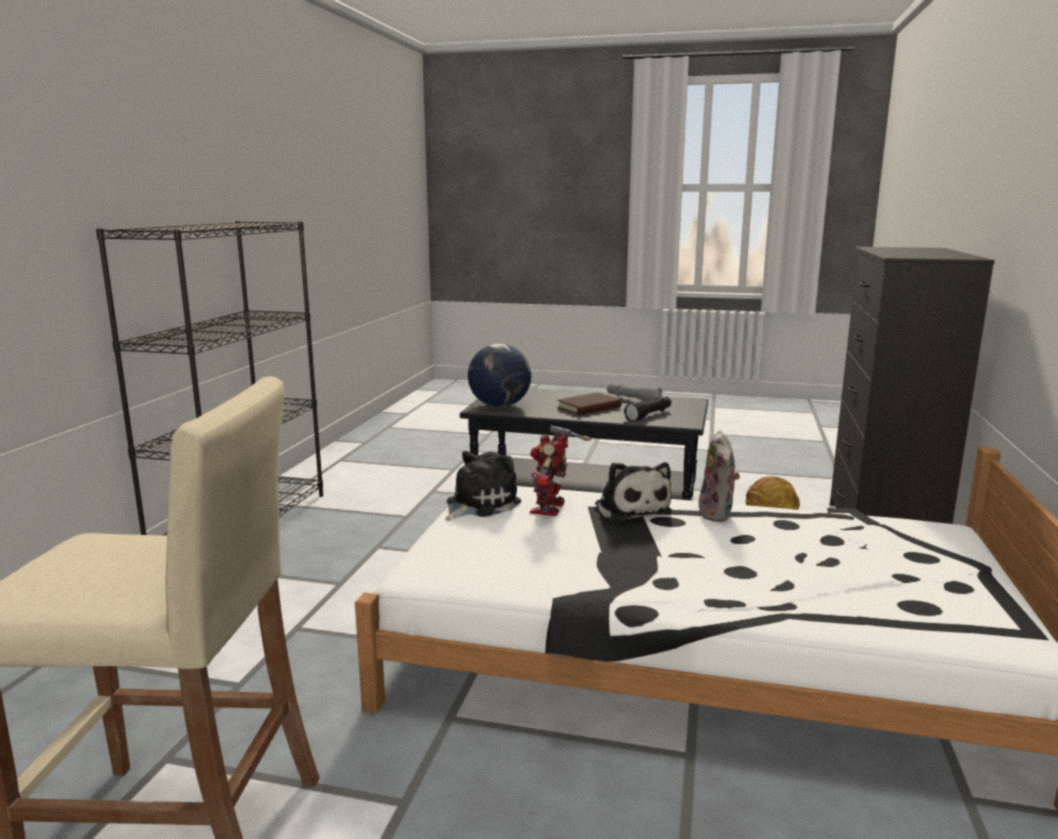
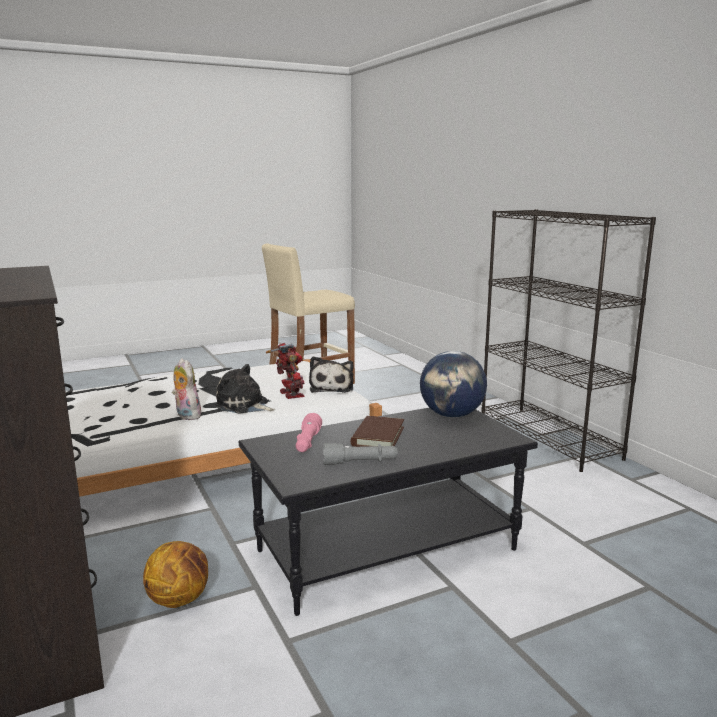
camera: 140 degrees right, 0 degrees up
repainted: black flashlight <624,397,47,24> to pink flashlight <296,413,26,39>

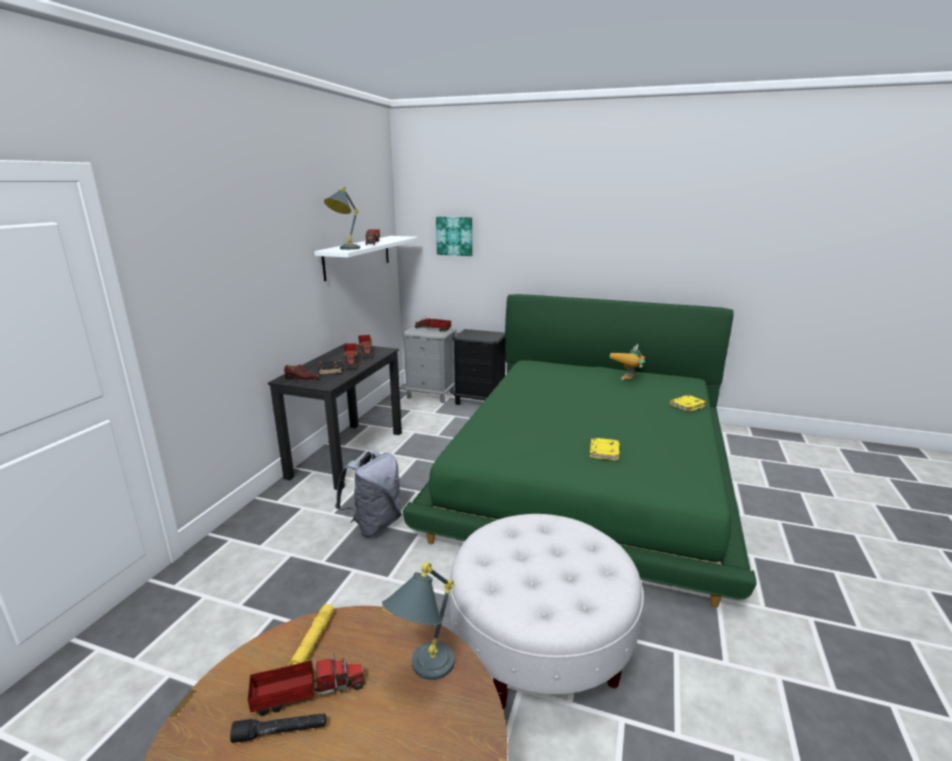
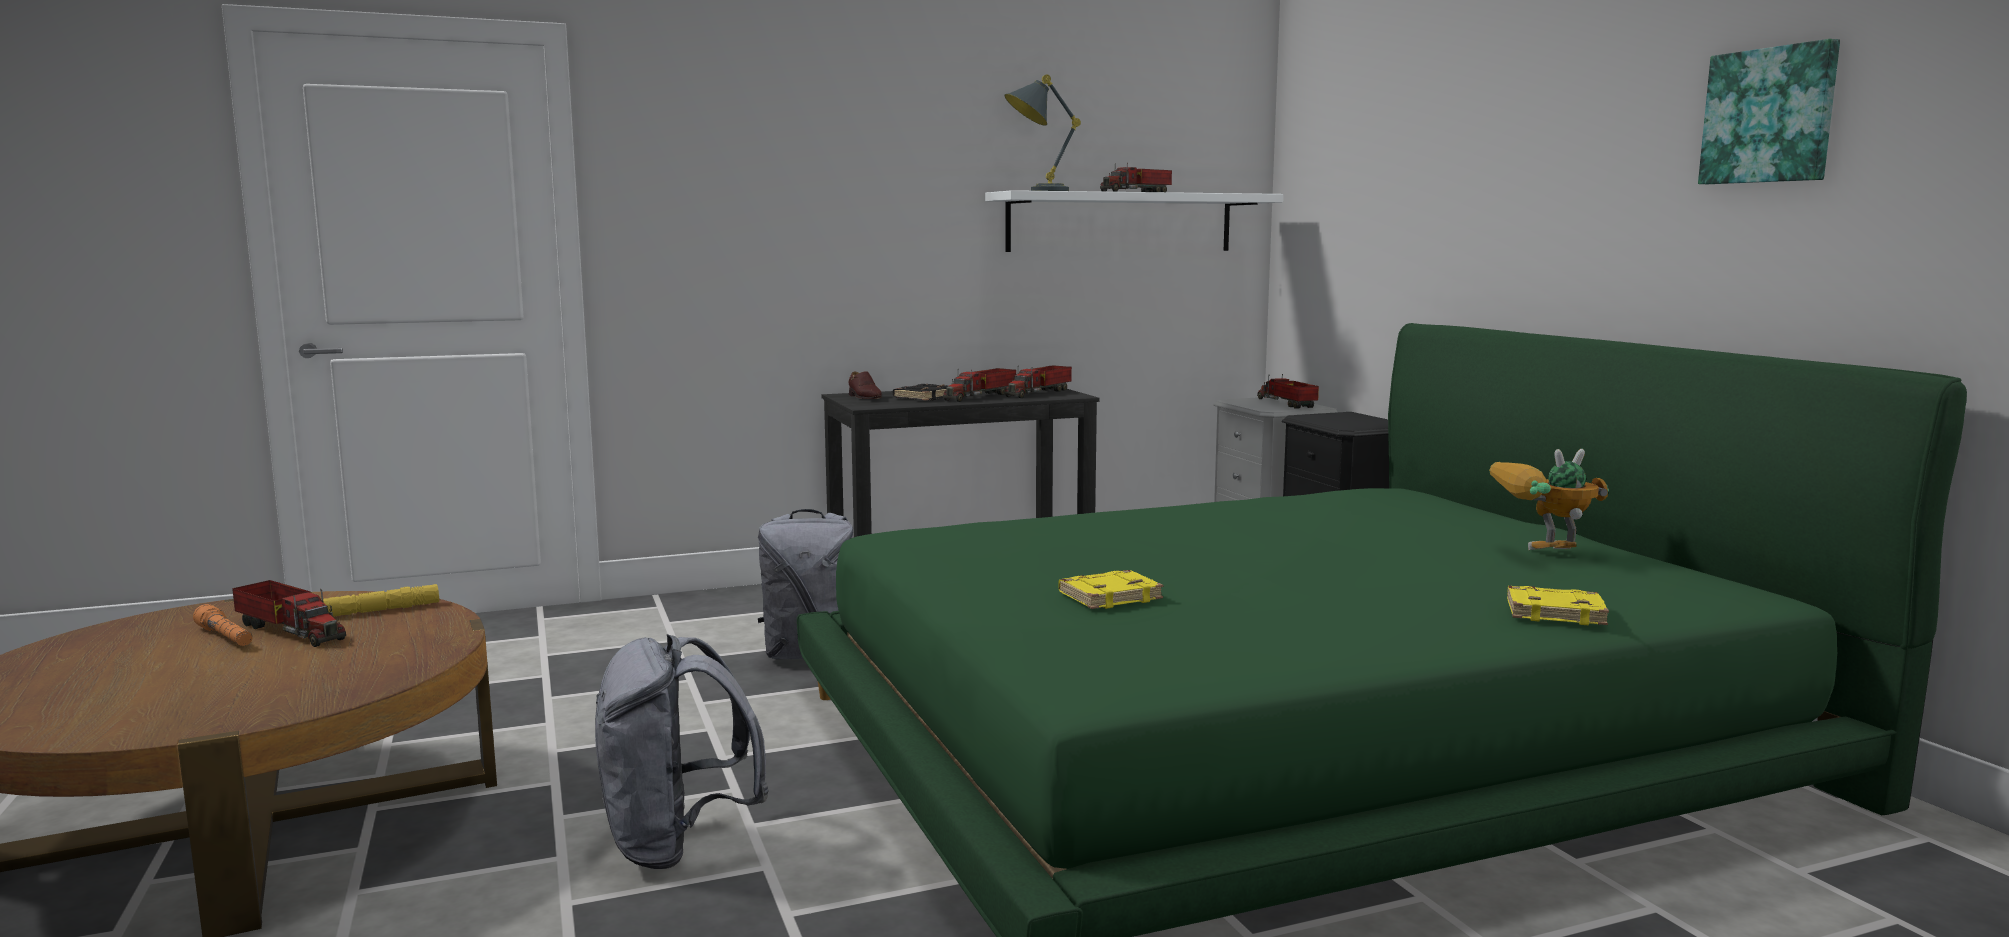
camera: 50 degrees right, 10 degrees down
gone: grey table lamp <382,562,73,118>
shifted: picture <436,216,36,40> to <1698,39,142,145>
swapped: white ottoman <449,514,195,195> to grey backpack <595,634,174,235>
repainted: black flashlight <230,713,96,30> to orange flashlight <193,604,60,42>

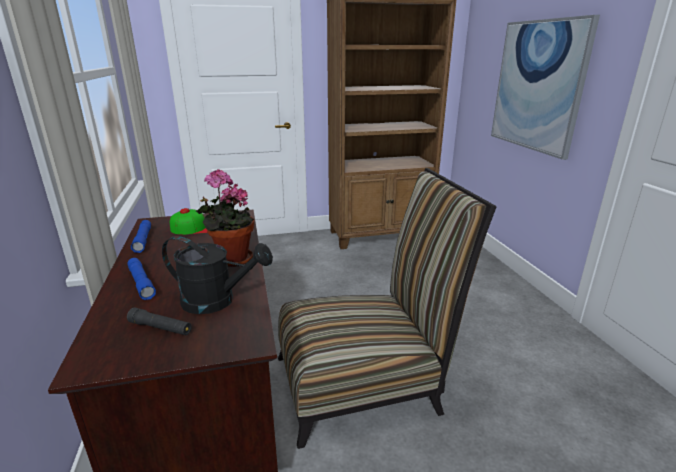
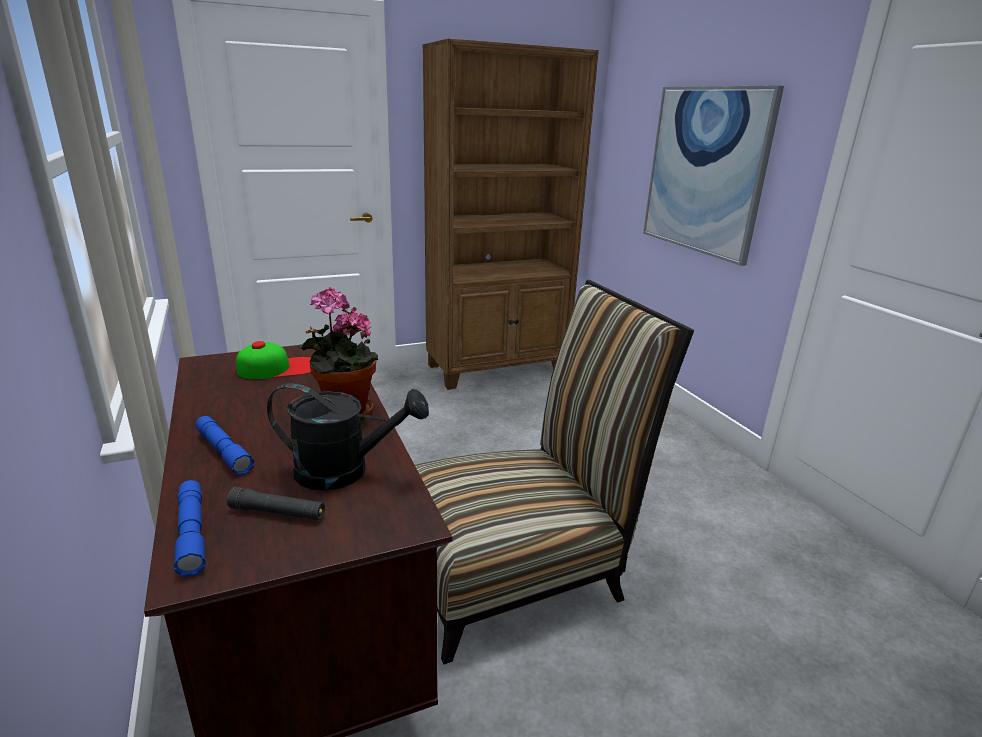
camera: 10 degrees left, 0 degrees up
shifted: blue flashlight <131,220,20,33> to <174,480,32,97>

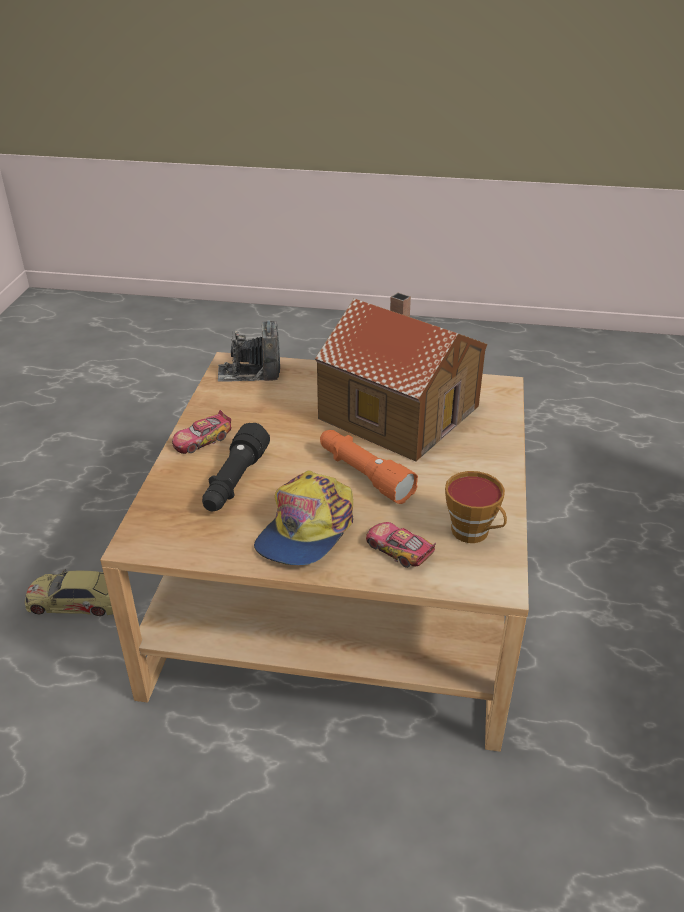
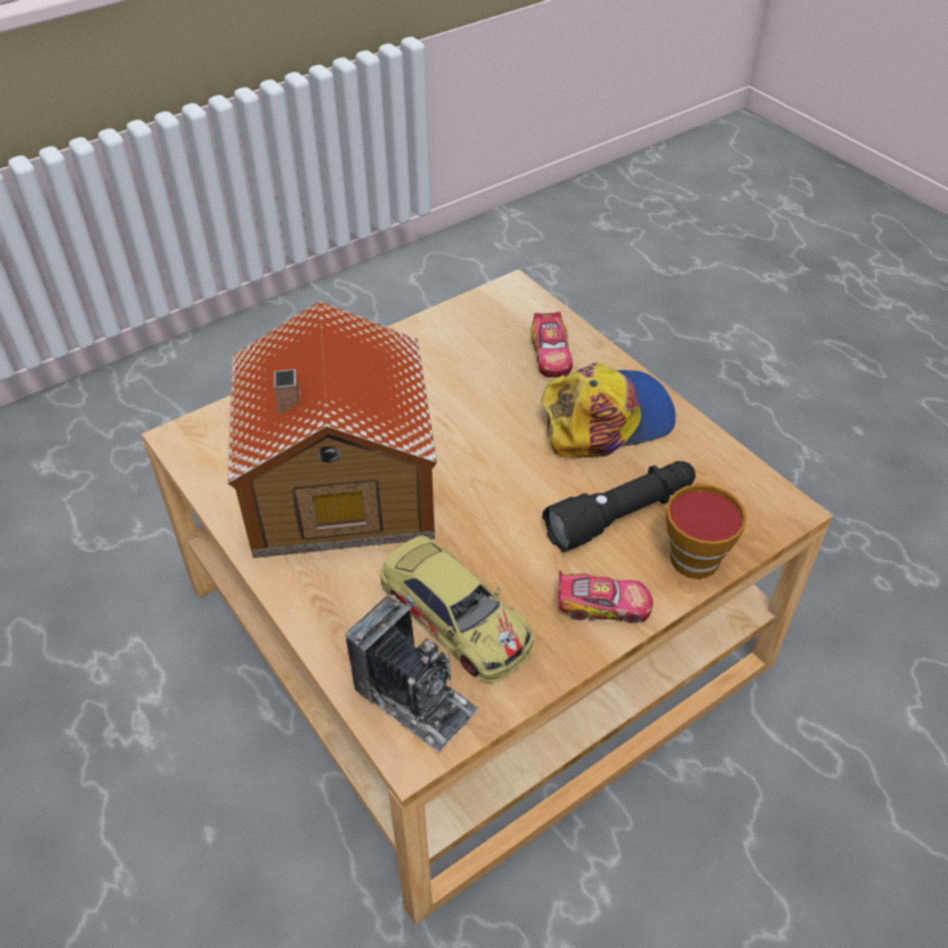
camera: 135 degrees left, 10 degrees up
gone: orange flashlight <320,430,98,74>
shifted: toy car <25,569,88,47> to <380,535,154,147>; cup <445,471,62,72> to <666,483,81,96>

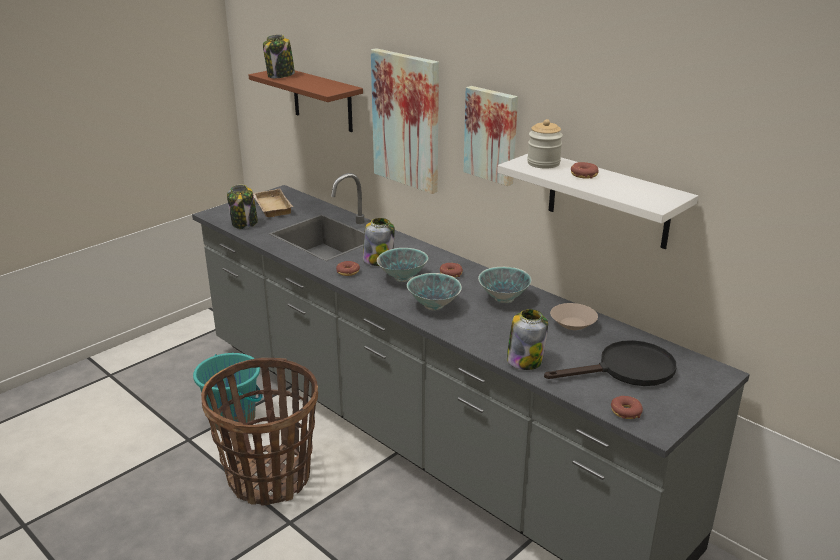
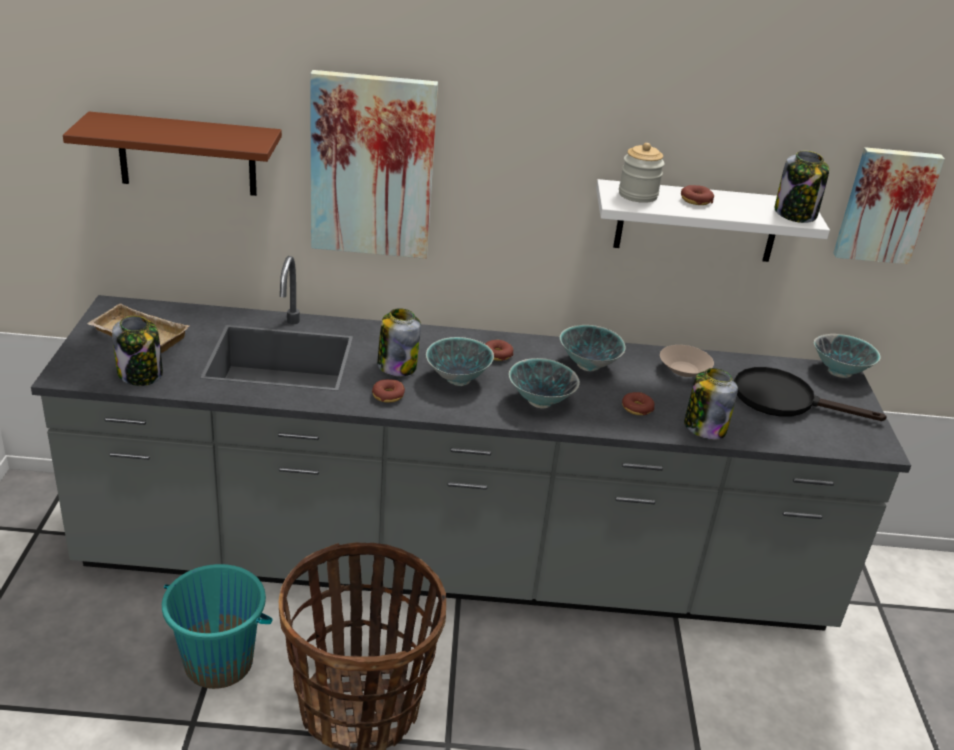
camera: 45 degrees left, 5 degrees up
new: bowl <814,334,67,44>
shifted: jar <263,34,32,44> to <775,151,54,72>; picture <464,86,54,100> to <833,147,112,117>; donut <611,396,32,23> to <622,392,33,23>
rotated: black frying pan <544,340,133,46> = <734,367,153,54> 105 degrees counterclockwise

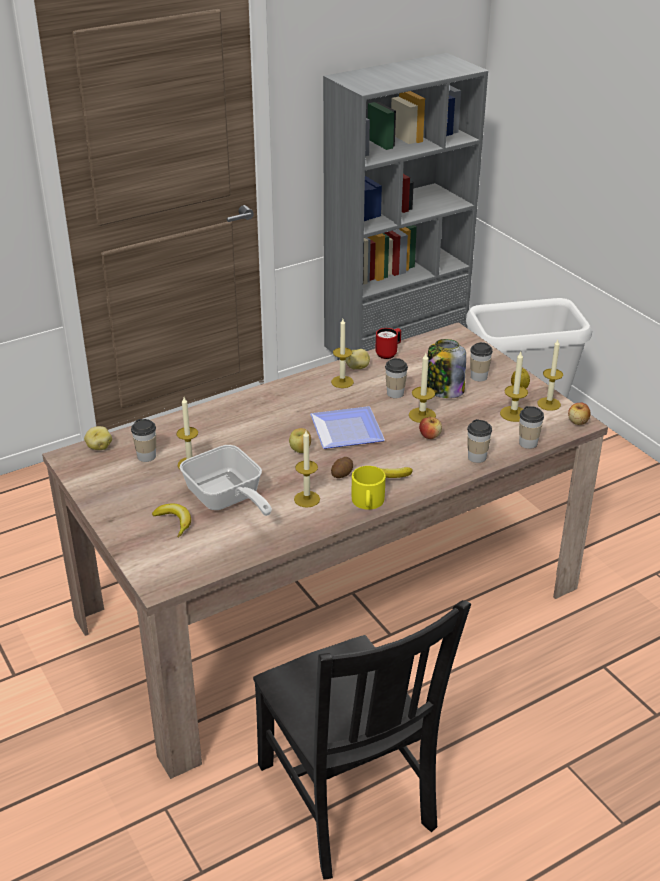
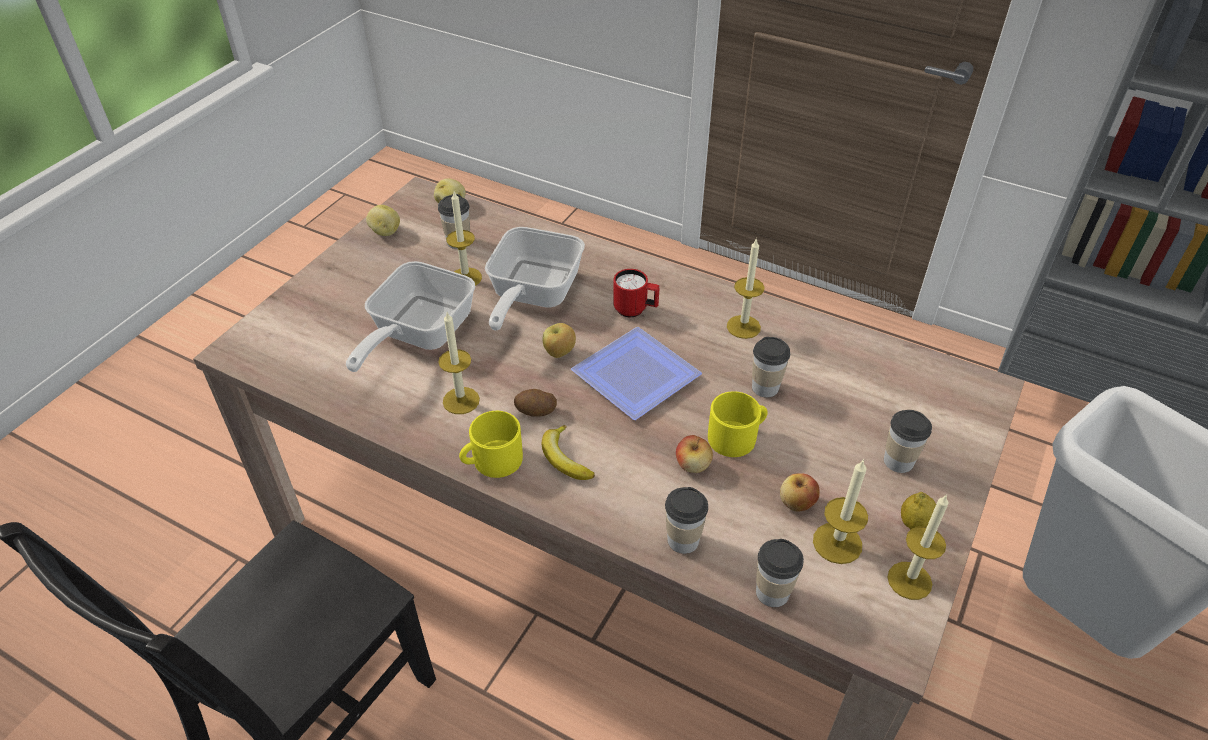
camera: 60 degrees right, 10 degrees up
gone: banana <152,504,39,33>; jar <427,339,39,59>
new: frying pan <485,227,100,103>
shifted: potato <345,349,25,21> to <366,205,34,31>; red mug <375,328,26,31> to <613,269,47,48>; apple <568,403,23,22> to <780,473,40,39>
swapped: candle <409,353,27,70> to yellow mug <708,391,60,66>

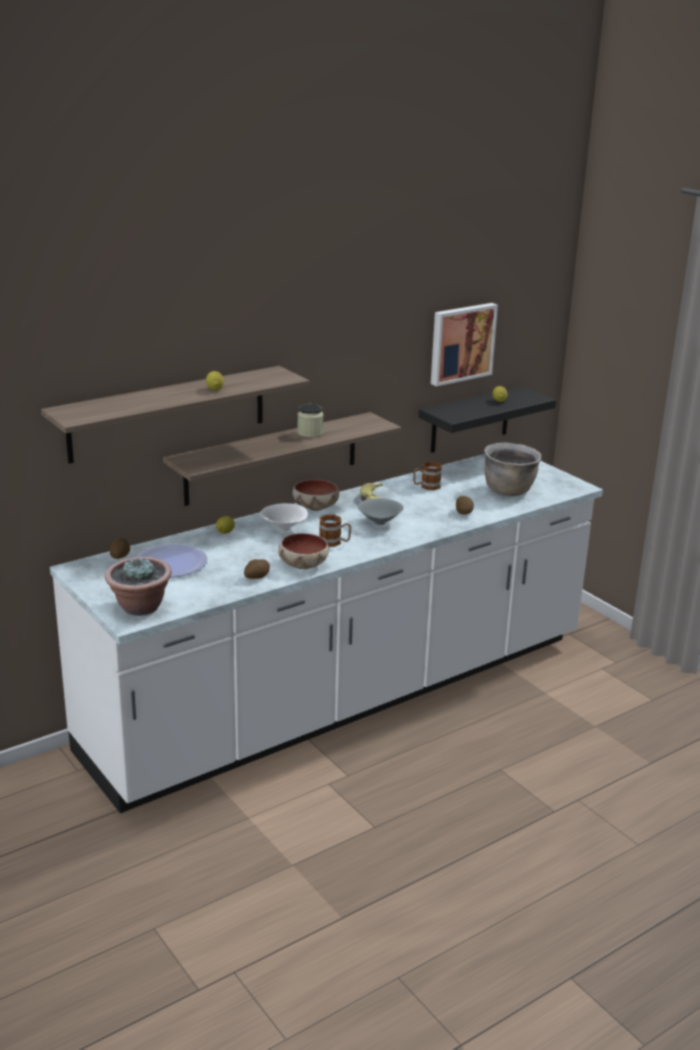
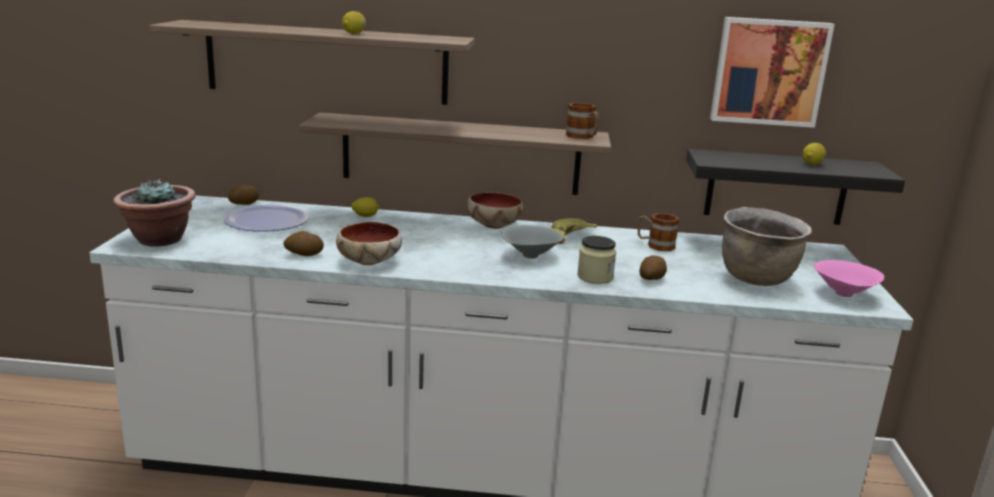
camera: 40 degrees right, 5 degrees down
gone: white bowl <260,503,48,28>
new: pink bowl <814,260,70,37>
shifted: jar <297,404,27,34> to <577,236,39,48>; mug <319,515,32,32> to <566,103,33,36>

